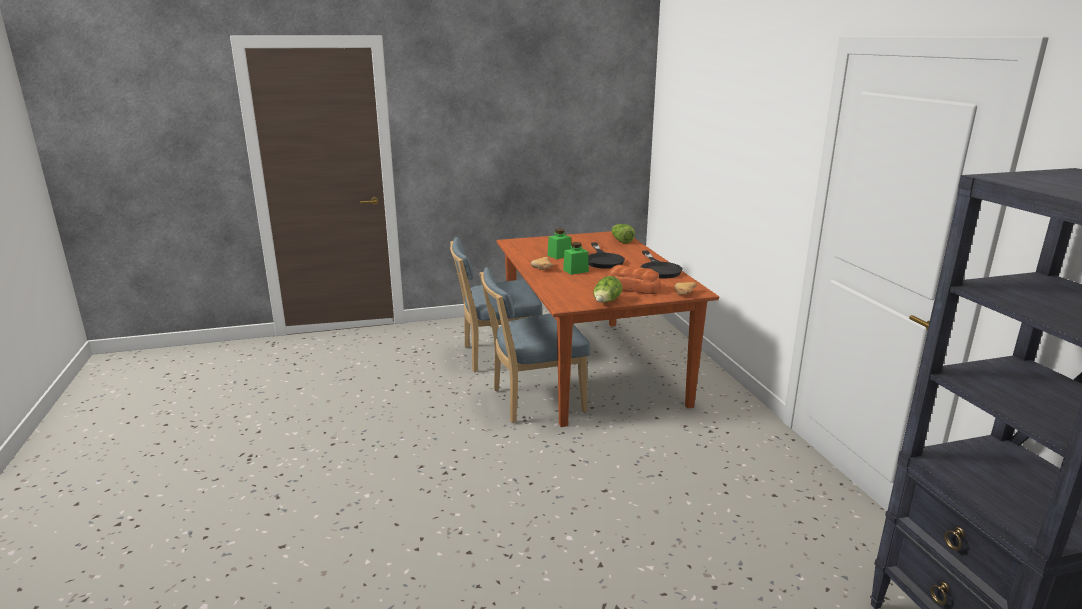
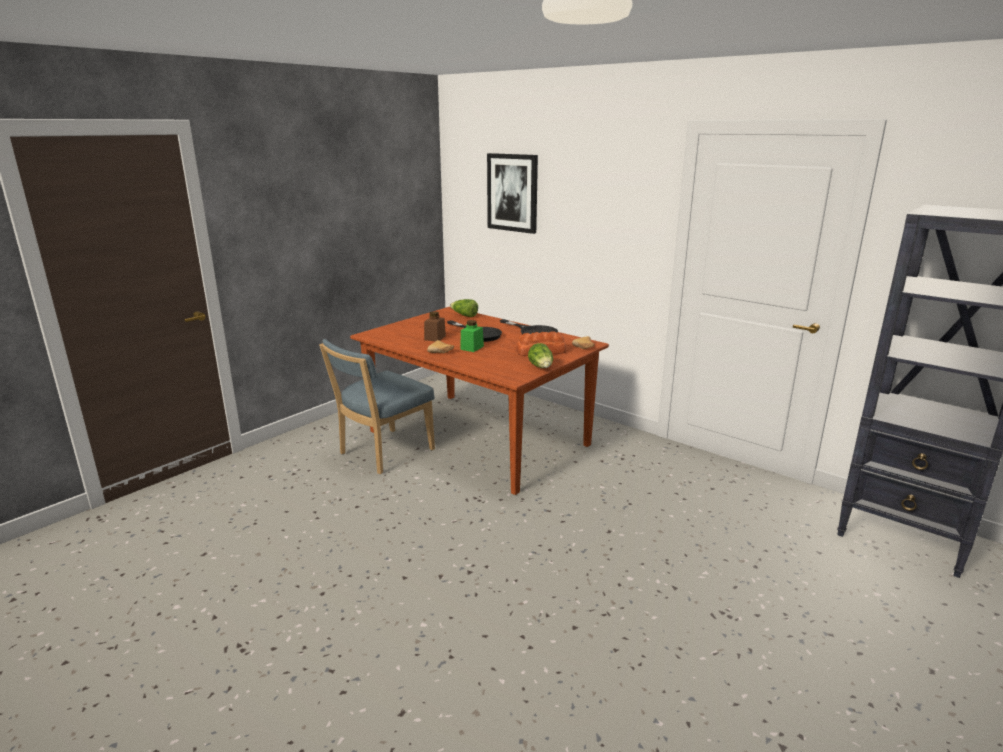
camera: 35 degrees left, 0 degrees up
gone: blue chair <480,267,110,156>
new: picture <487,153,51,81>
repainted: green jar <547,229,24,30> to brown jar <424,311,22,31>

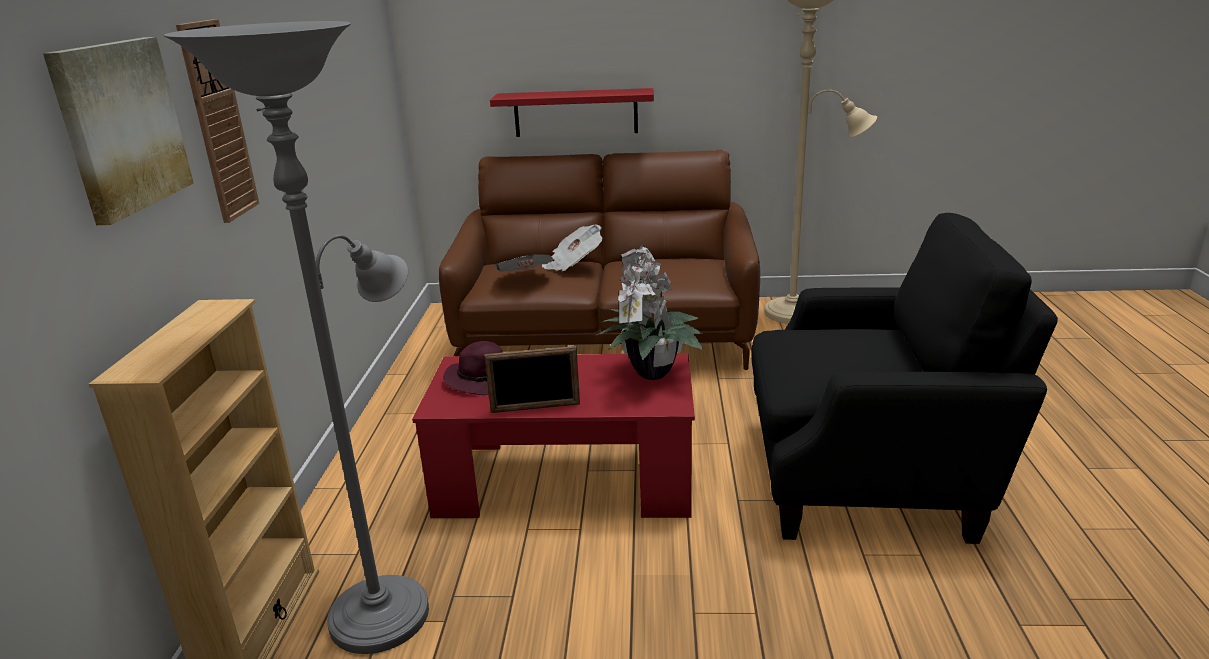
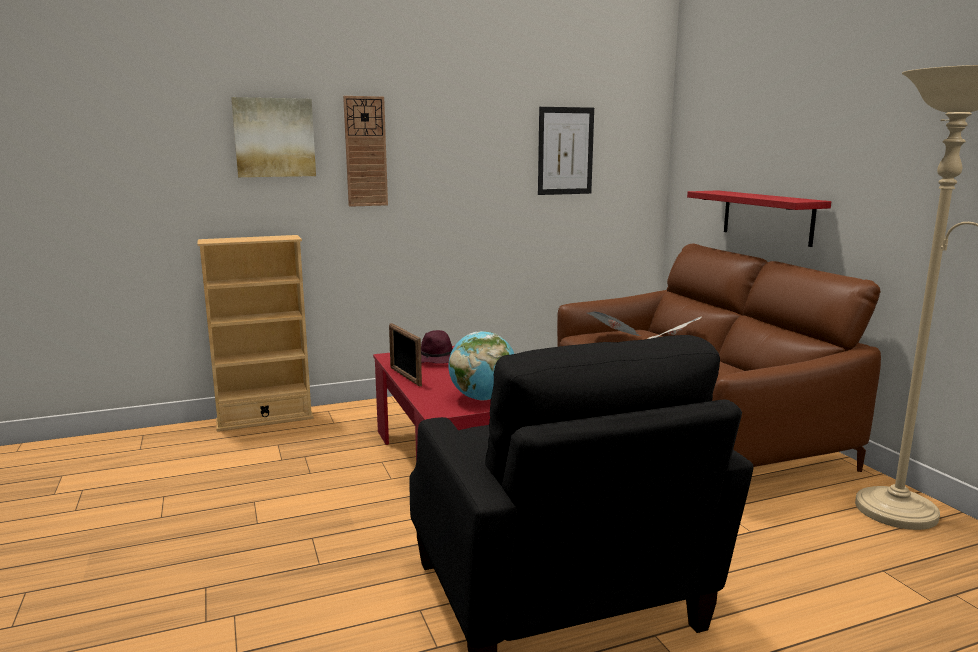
camera: 65 degrees right, 10 degrees down
gone: grey floor lamp <164,21,265,633>
new: picture <538,107,56,88>
swapped: potted plant <597,245,106,135> to globe <448,331,66,69>

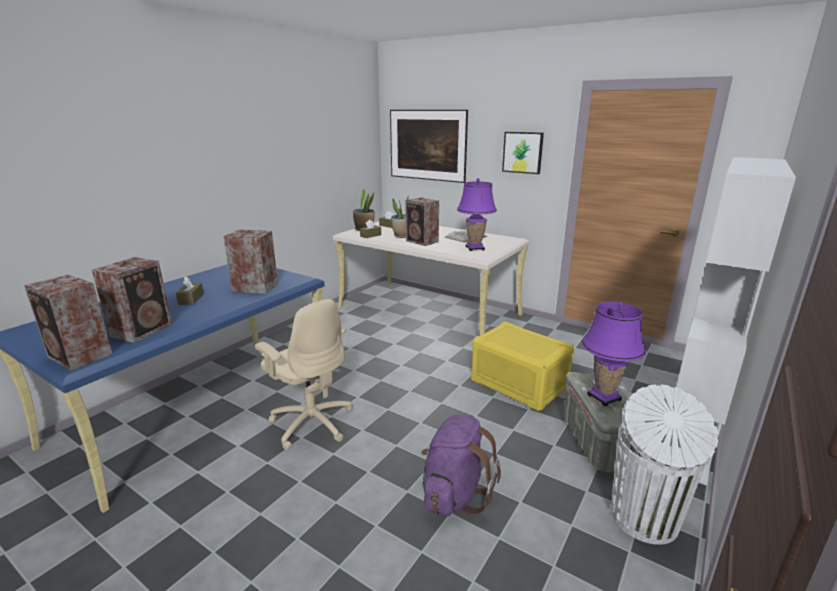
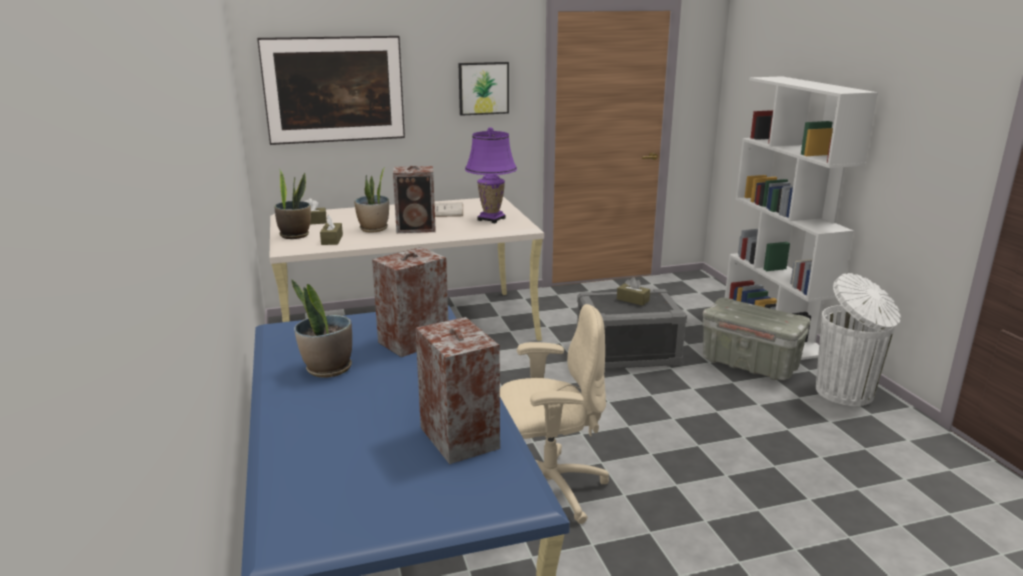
camera: 50 degrees left, 0 degrees up
gone: speaker <24,274,89,97>; purple backpack <421,414,80,103>; purple table lamp <582,302,64,104>
new: potted plant <292,280,60,98>
shifted: brown tissue box <176,276,28,29> to <617,277,33,29>
repainted: yellow storage box <471,322,104,90> to grey storage box <577,289,110,80>

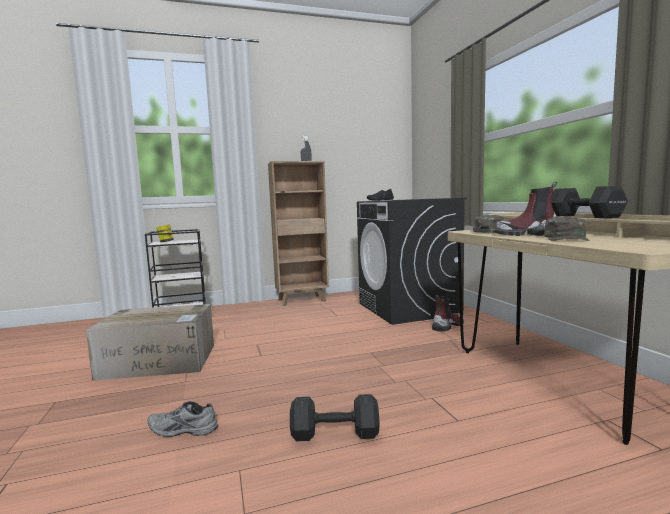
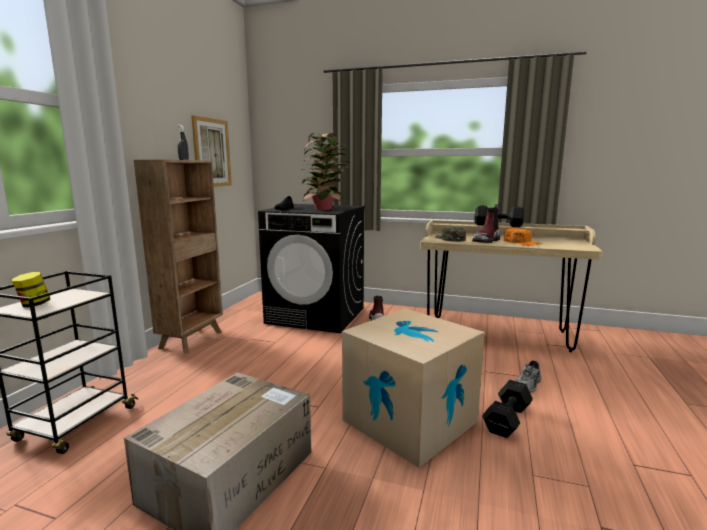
camera: 55 degrees left, 5 degrees up
new: picture <191,115,41,72>; potted plant <301,133,50,77>; cardboard box <342,308,143,160>
shifted: grey shoe <148,401,70,36> to <516,360,25,33>
repainted: green cap <544,216,46,25> to orange cap <504,228,38,18>

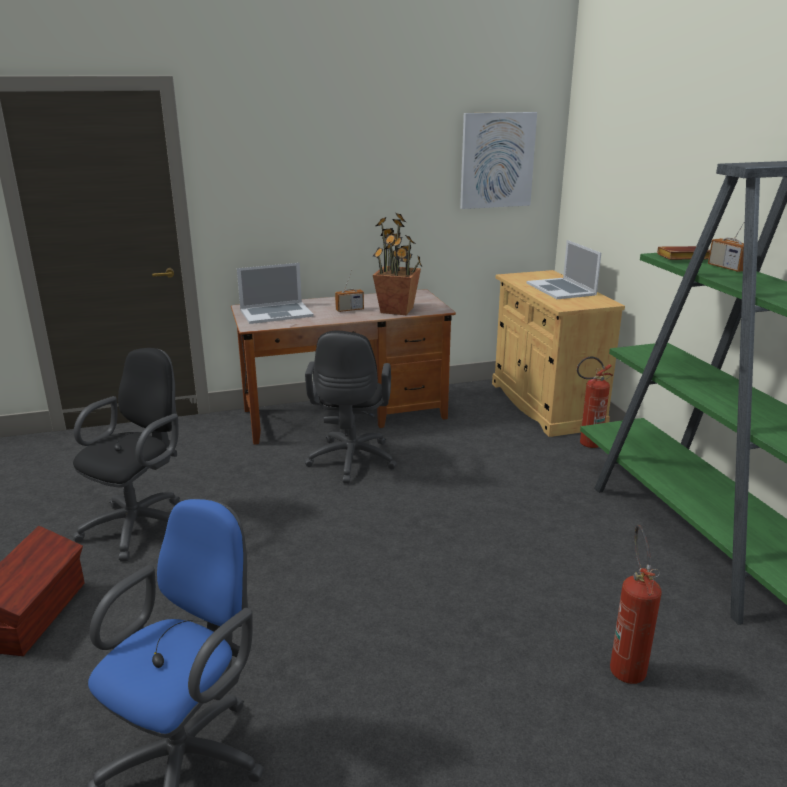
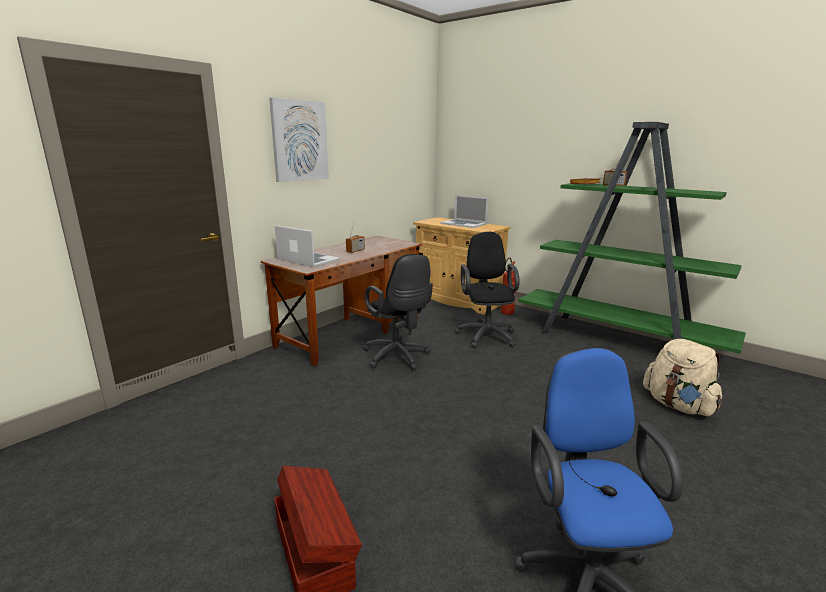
camera: 35 degrees left, 5 degrees down
gone: potted plant <373,213,49,102>
shifted: black office chair <73,348,107,213> to <455,232,65,116>; picture <460,112,77,97> to <269,98,60,84>
swapped: fire extinguisher <610,525,52,159> to beige backpack <643,339,79,77>
rotated: laptop <237,263,77,61> = <275,225,65,42> 90 degrees counterclockwise

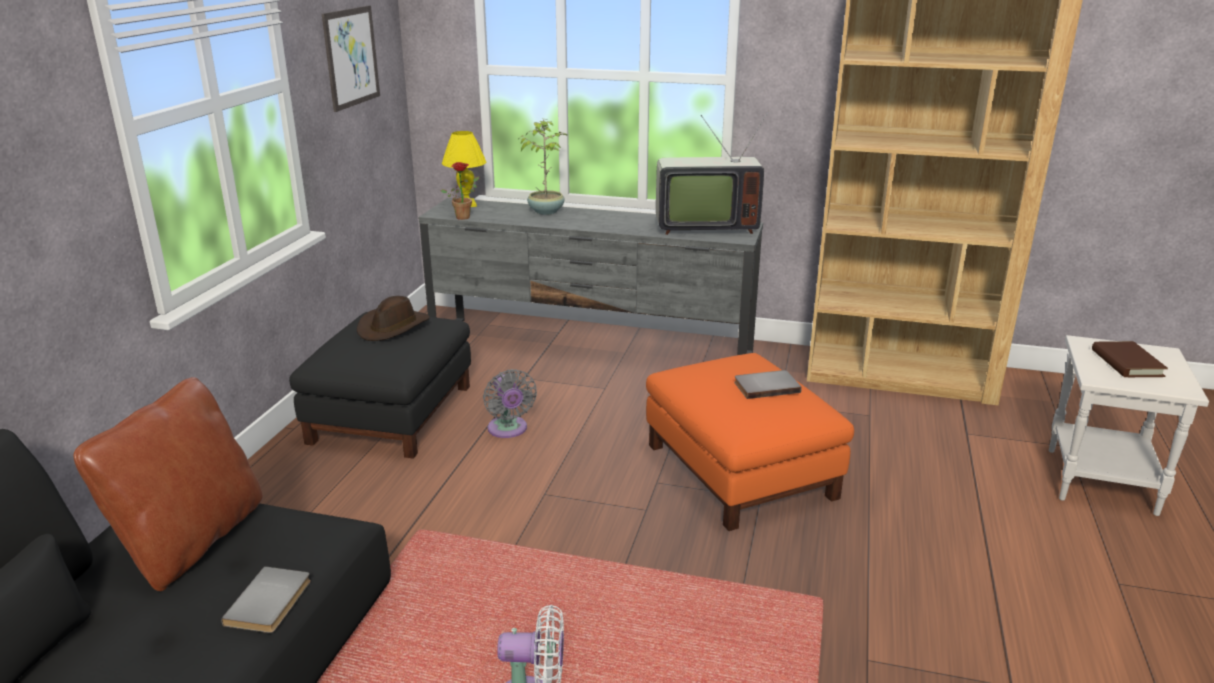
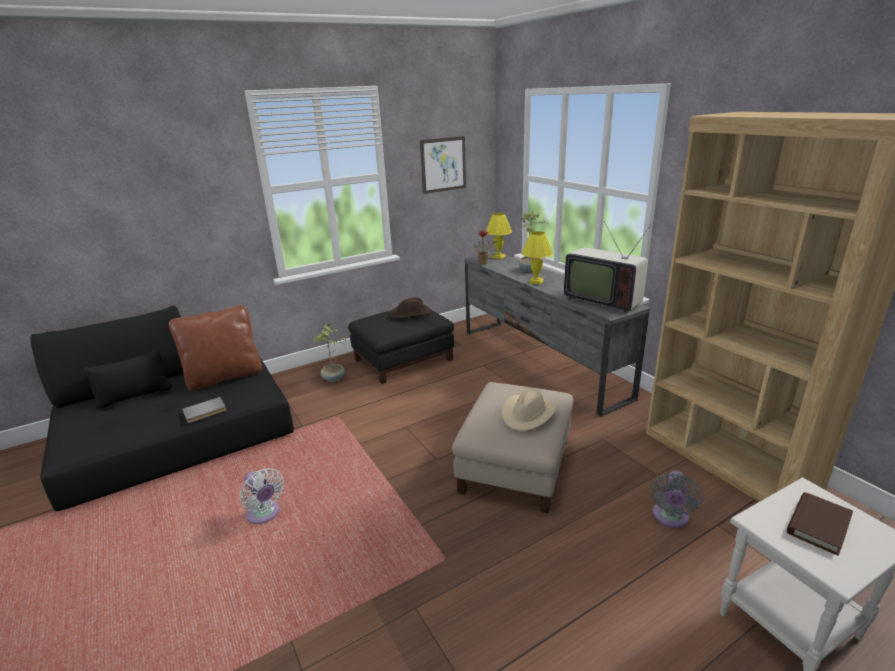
camera: 45 degrees right, 0 degrees up
new: potted plant <313,323,34,59>; yellow table lamp <522,231,31,54>
shifted: grey fan <483,369,54,69> to <650,471,53,57>
swapped: grey book <734,370,68,29> to beige hat <502,388,55,43>
repainted: orange ottoman <646,353,208,178> to beige ottoman <452,382,122,132>

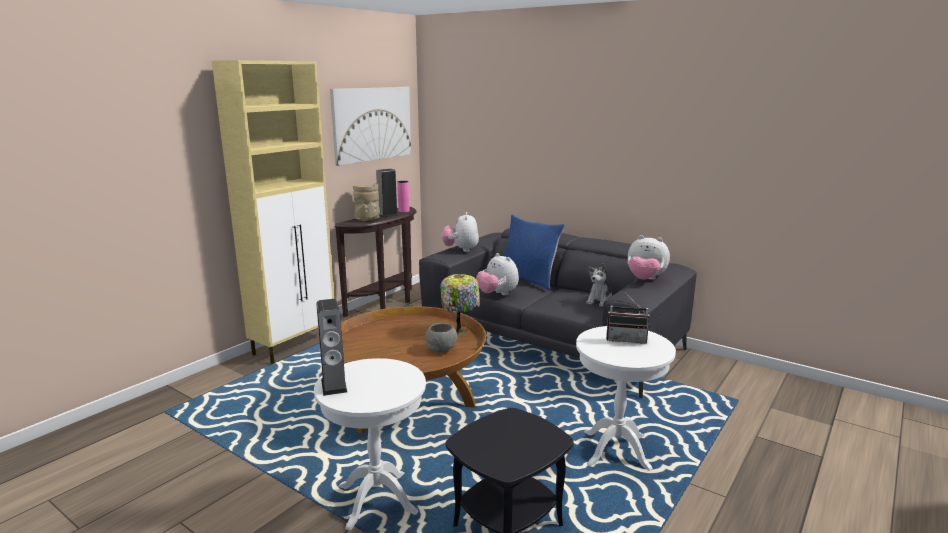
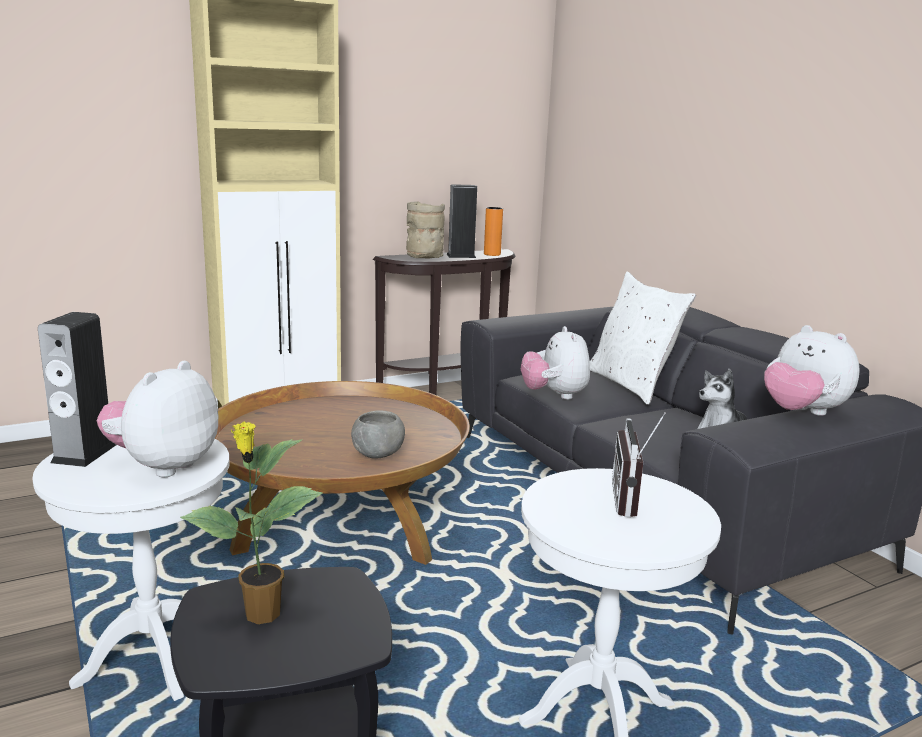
camera: 25 degrees right, 0 degrees up
gone: picture <330,87,81,79>; table lamp <441,274,39,63>
new: potted plant <180,421,143,203>
shifted: plush toy <442,212,37,40> to <97,361,121,116>
repainted: pink vase <397,181,13,31> to orange vase <484,207,19,49>; blue pillow <504,215,61,75> to white pillow <590,272,106,133>
rotated: radio <606,295,44,49> = <612,413,54,104> 60 degrees clockwise

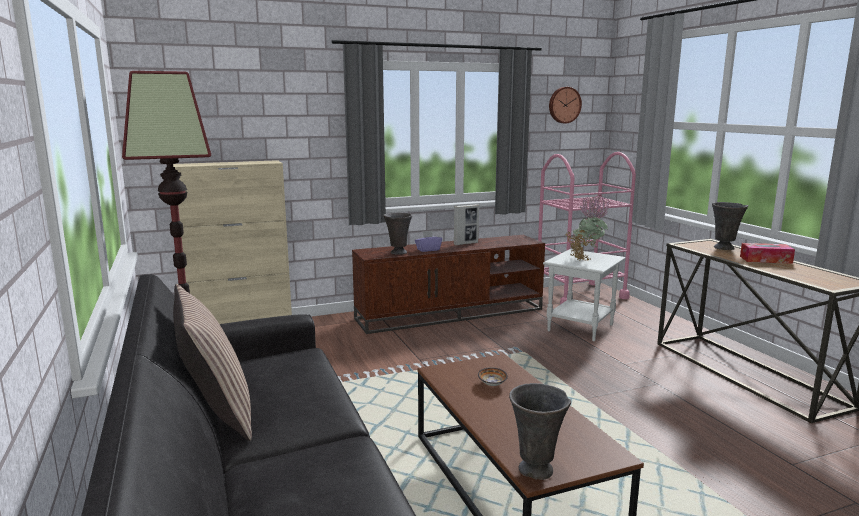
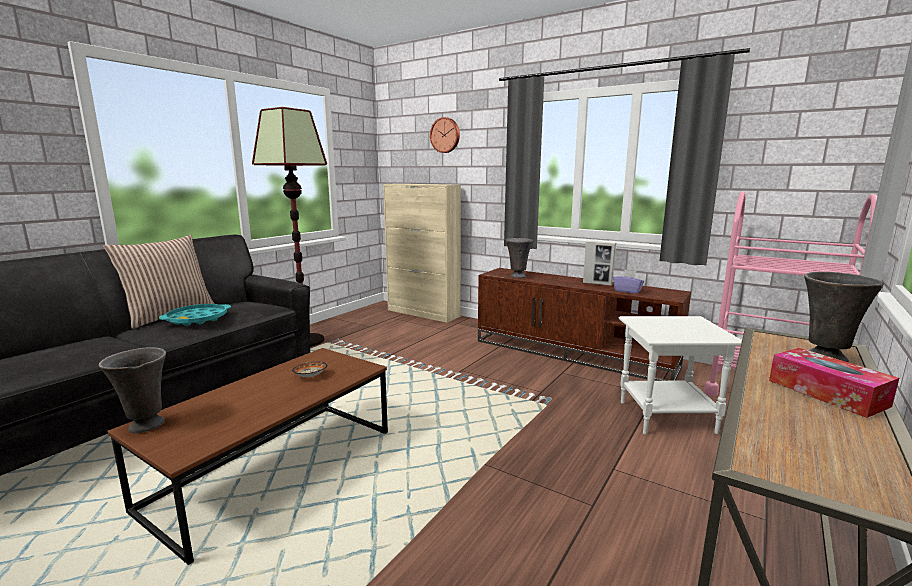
camera: 55 degrees right, 0 degrees up
gone: potted plant <565,195,44,66>
new: turquoise tray <159,304,72,22>
shifted: purple tissue box <415,231,27,21> to <613,270,31,24>; wall clock <549,87,33,36> to <430,117,30,36>

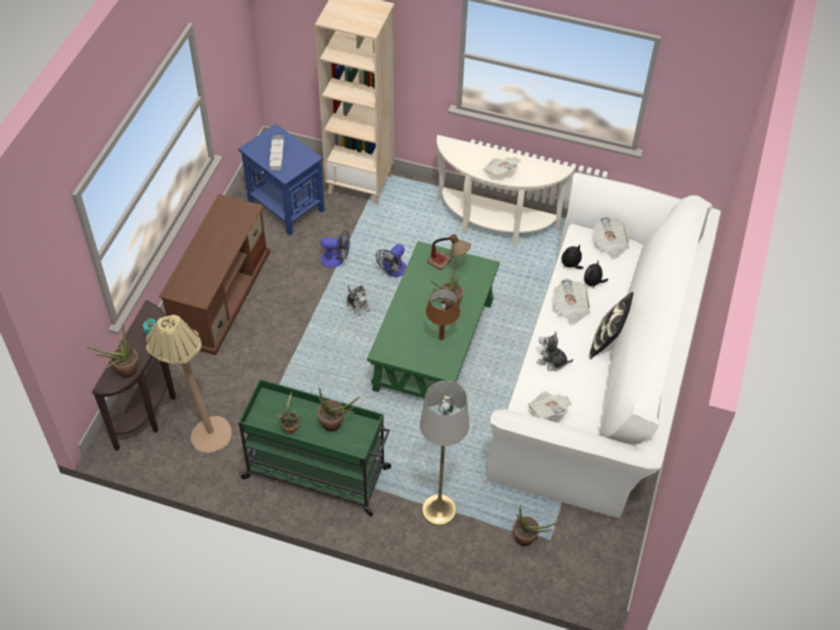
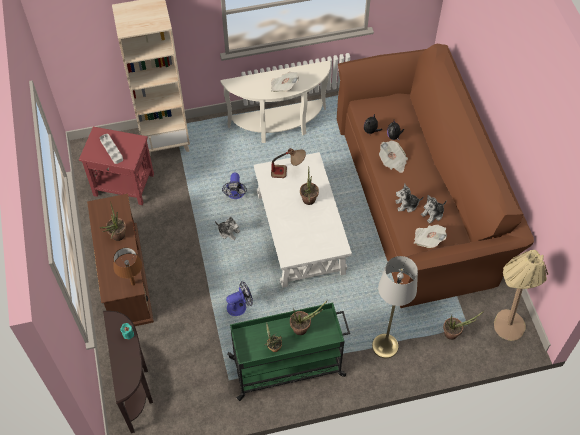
camera: 30 degrees left, 5 degrees up
gone: pillow <589,292,45,67>; newspaper <593,216,36,44>
new: plush toy <421,195,26,29>
shifted: potted plant <87,324,51,54> to <99,202,27,39>; beige floor lamp <146,314,86,139> to <494,250,54,91>; fan <321,230,29,38> to <226,281,27,35>; brown table lamp <426,288,34,53> to <113,247,29,39>
repainted: blue side table <238,124,87,111> to red side table <79,127,75,78>; green coffee table <367,241,133,172> to white coffee table <254,152,98,136>; white sofa <486,172,235,346> to brown sofa <337,43,197,265>

